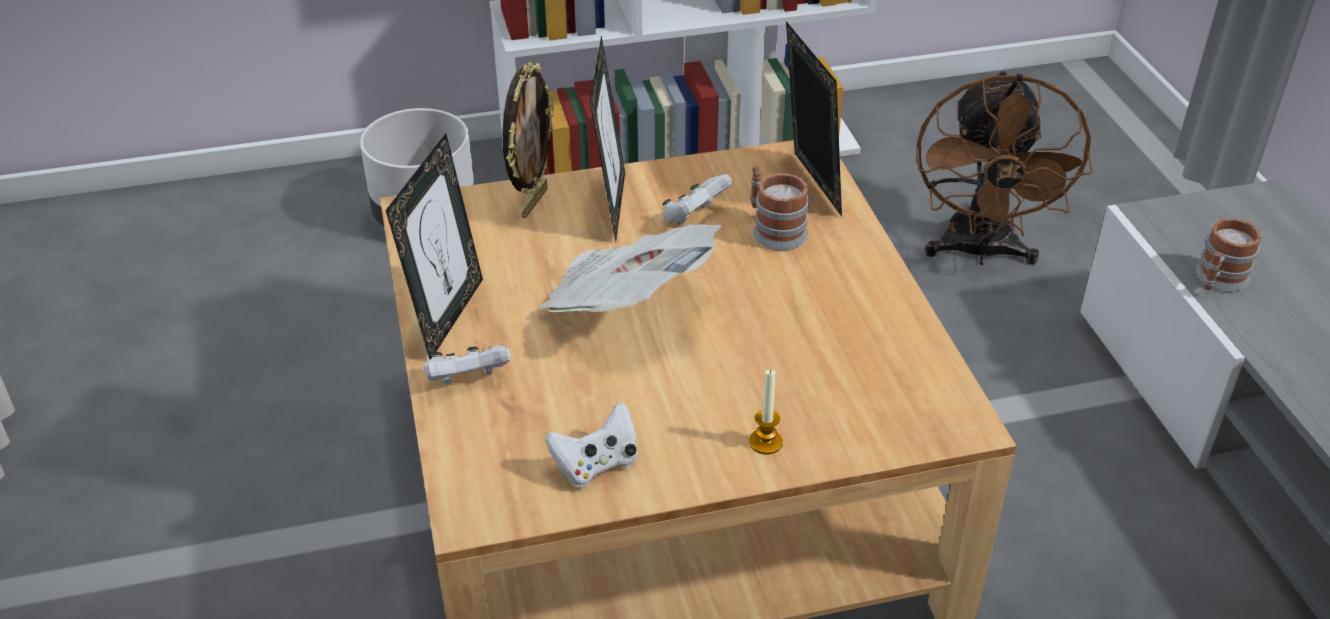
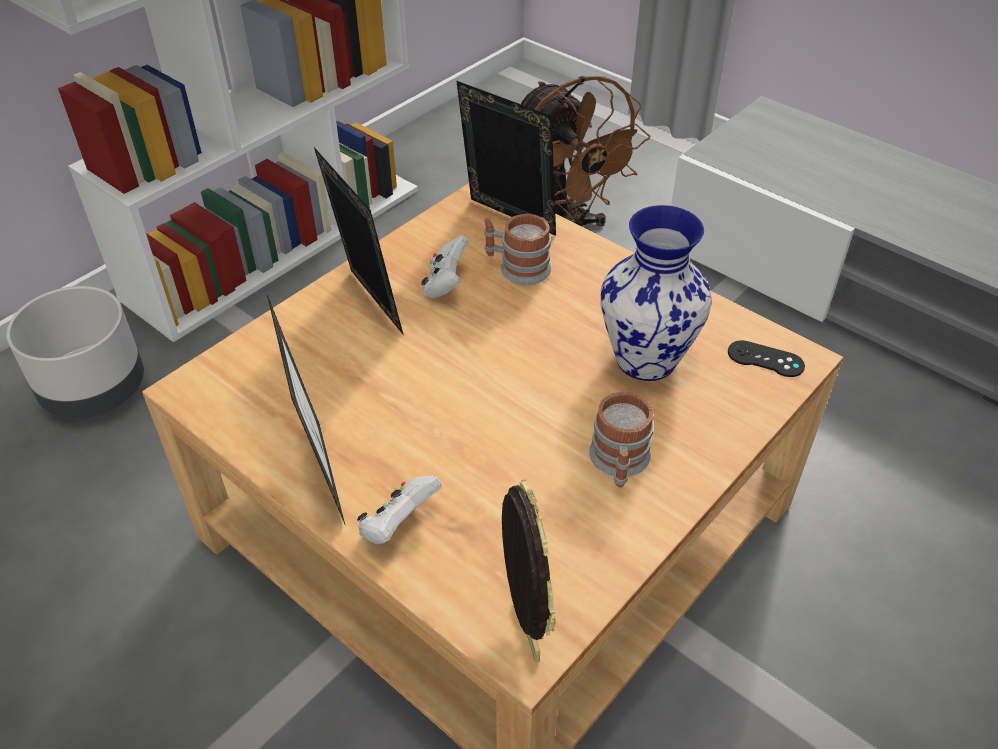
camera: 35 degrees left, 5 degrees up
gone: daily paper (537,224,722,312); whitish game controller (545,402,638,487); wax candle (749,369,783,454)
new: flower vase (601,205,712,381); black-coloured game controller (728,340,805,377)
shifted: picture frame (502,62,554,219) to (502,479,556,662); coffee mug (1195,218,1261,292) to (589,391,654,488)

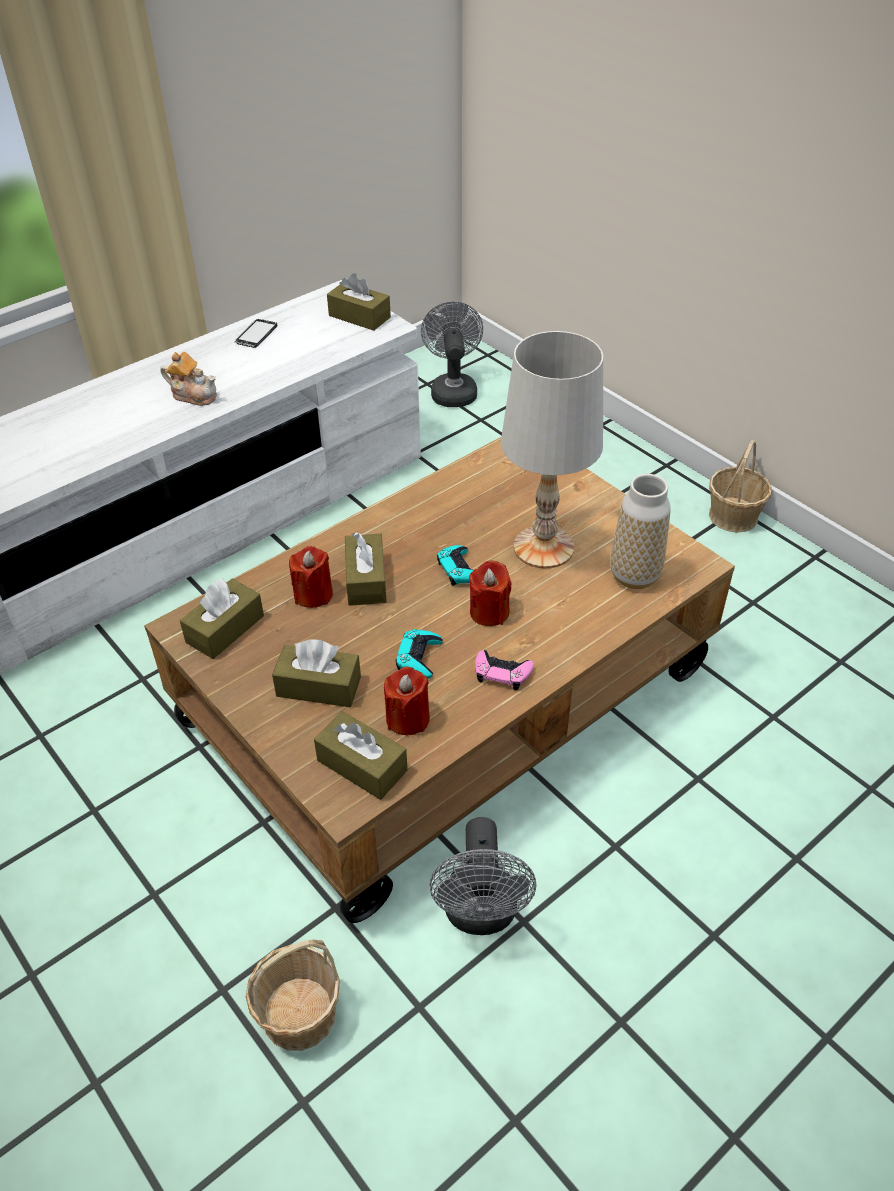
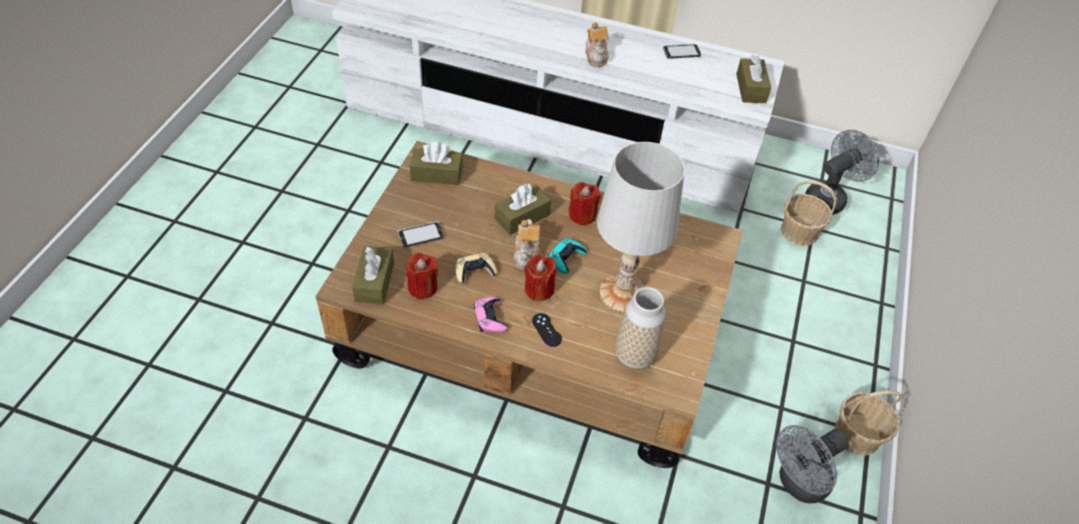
camera: 55 degrees right, 5 degrees up
new: teapot (513,219,542,270); black-coloured game controller (532,313,562,347)
shifted: household basket (246,939,340,1051) to (781,180,837,246); red-coloured wax candle (289,546,333,608) to (568,182,601,225); gray cooling fan (429,817,536,935) to (776,425,849,503)
swapped: brownish box of tissues (272,639,361,707) to handset (398,222,444,247)
repainted: blue-green game controller (396,629,443,679) to sand-coloured game controller (456,253,497,284)

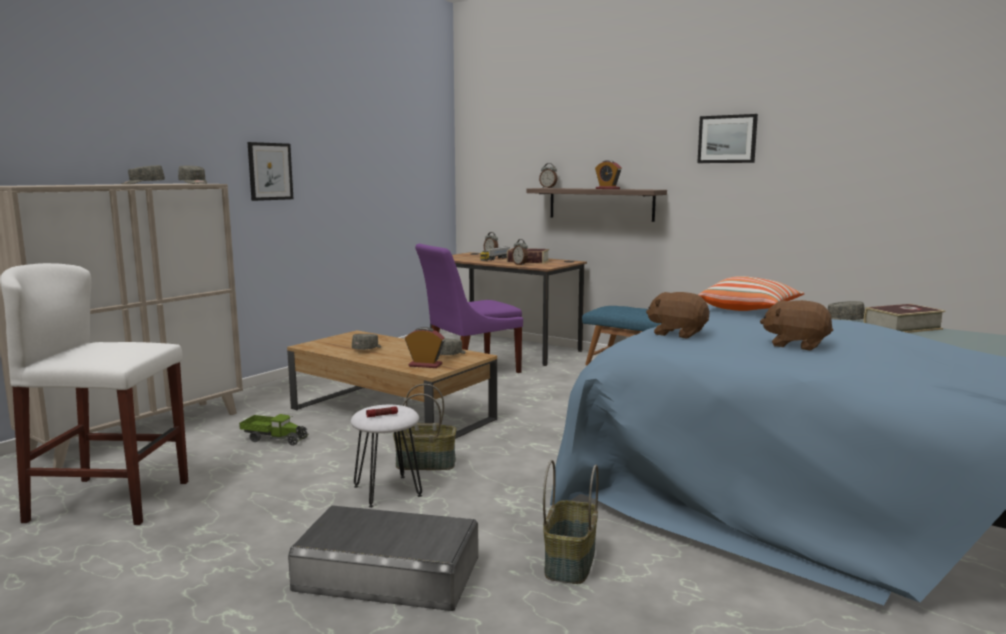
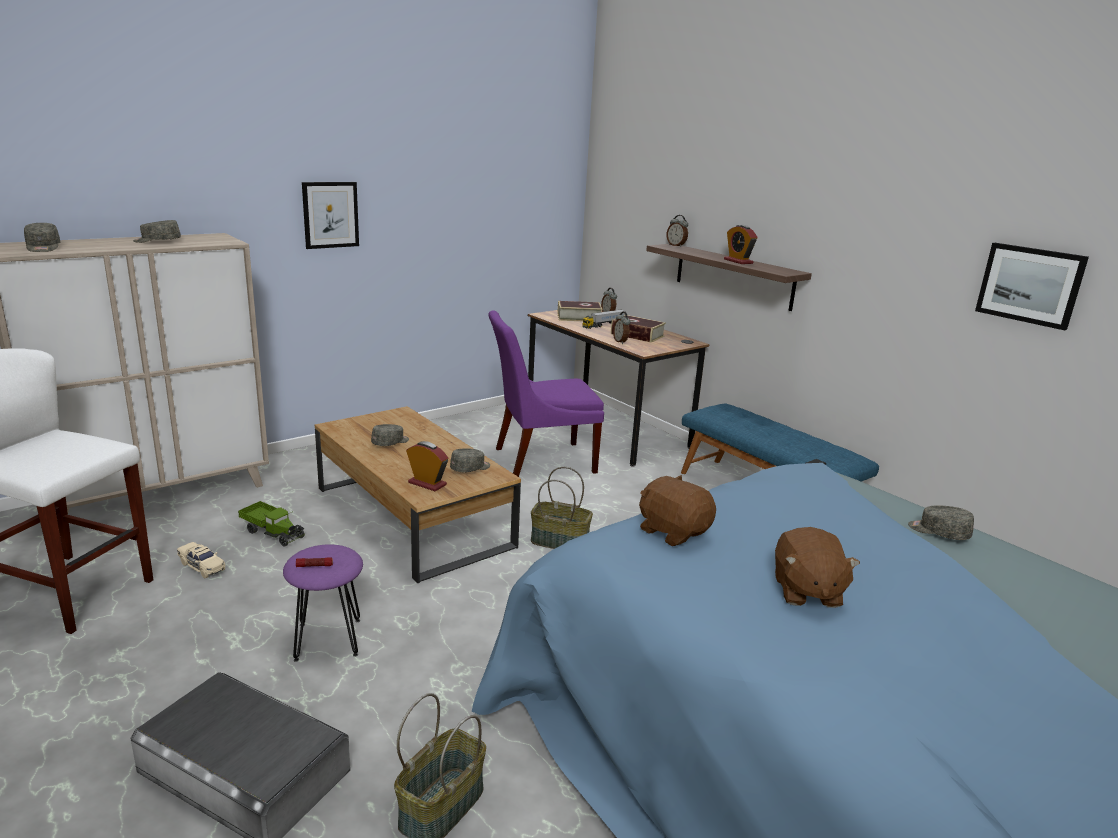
camera: 15 degrees right, 10 degrees up
gone: cushion (698,276,805,311)
new: sand-coloured miniature car (177,542,225,578)
shifted: gray cap (178,166,207,184) to (24,223,60,252); household basket (393,384,456,470) to (531,467,593,549); wall picture (697,114,758,163) to (975,243,1089,330); book (864,304,945,333) to (557,301,602,321)
repainted: whitish stool (351,405,422,508) to purple stool (283,544,363,662)
rotated: brownish cuddly toy (760,300,833,351) = (775,527,860,608) 135 degrees counterclockwise

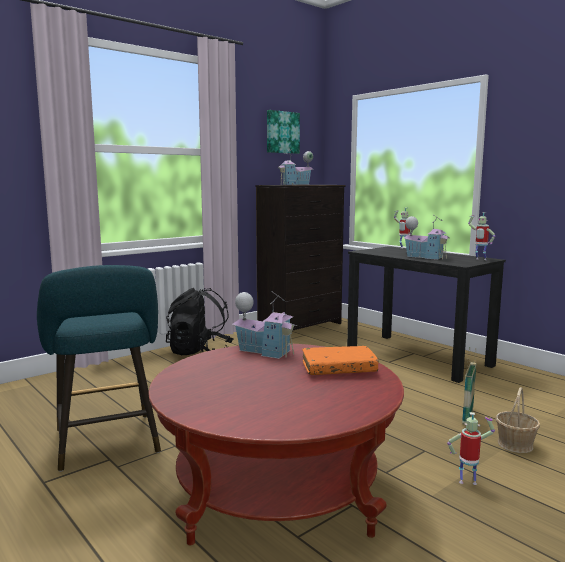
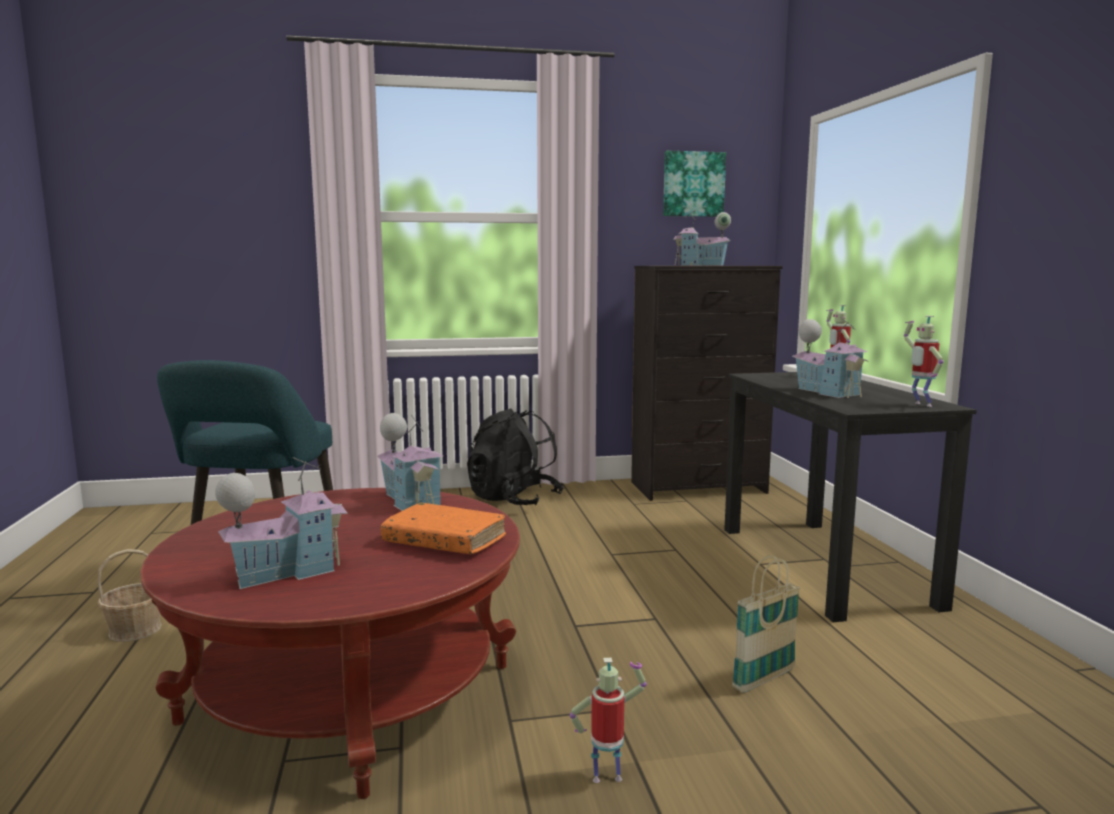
camera: 30 degrees right, 0 degrees up
new: toy house (215,457,347,589)
shifted: household basket (496,387,540,453) to (98,549,162,642)
rotated: toy robot (447,412,495,485) = (570,658,647,783) 45 degrees counterclockwise

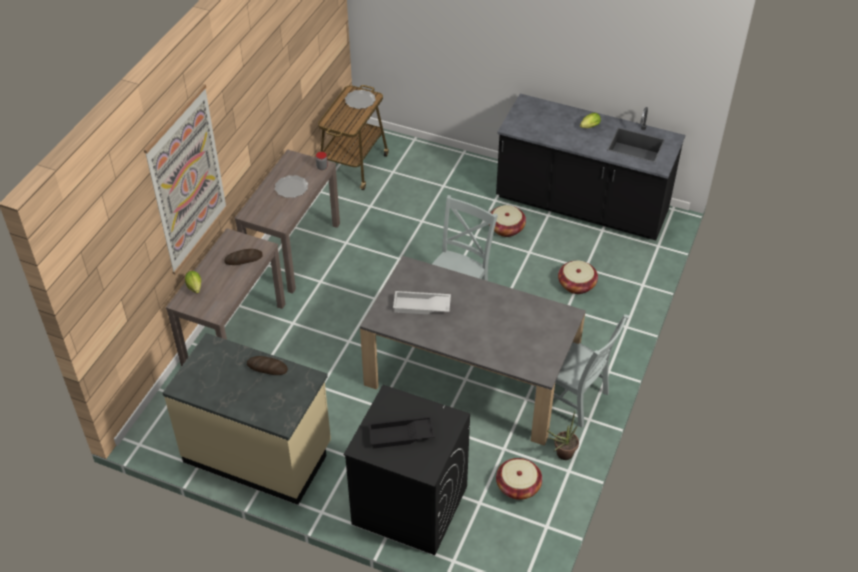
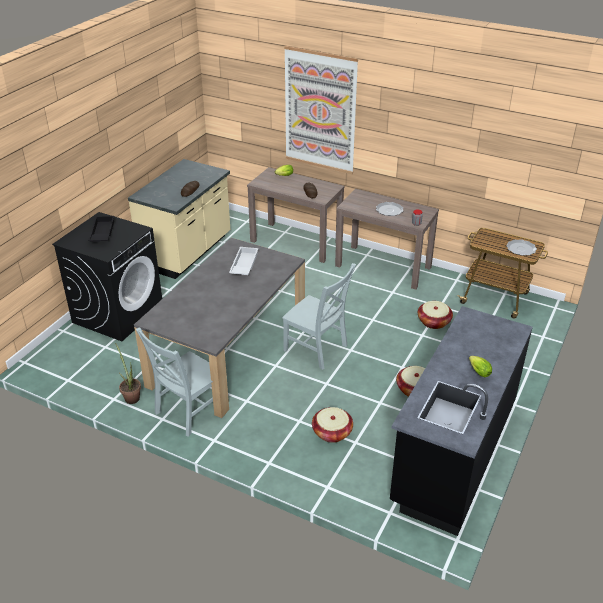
camera: 95 degrees right, 10 degrees down
shifted: household basket (496,458,542,500) to (418,301,453,329)

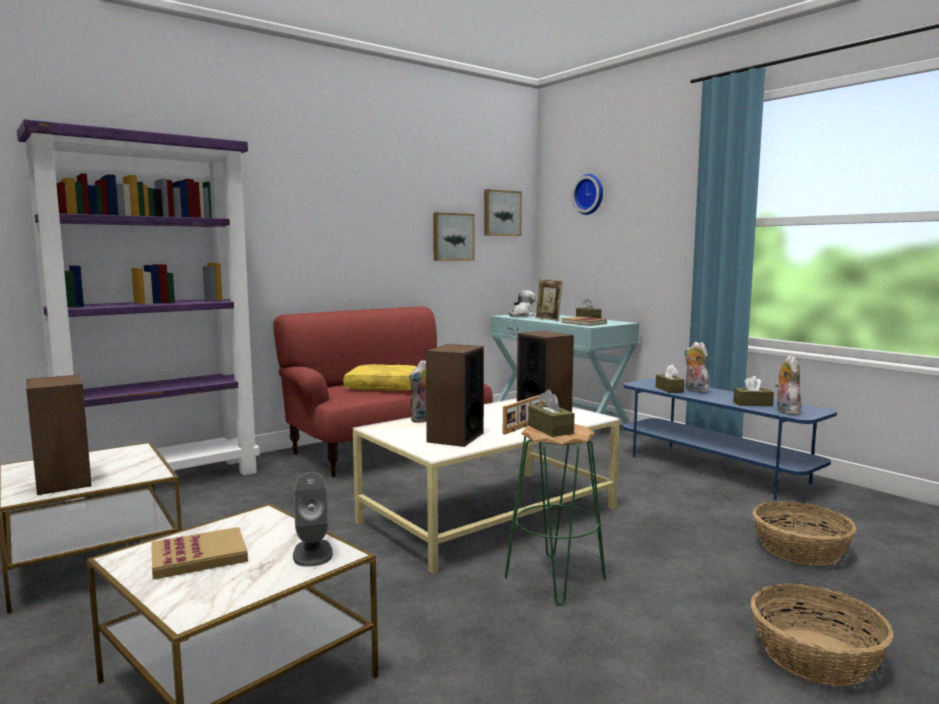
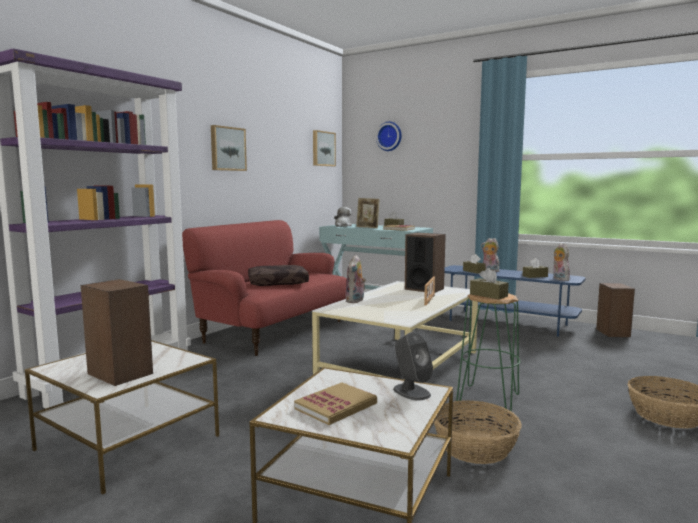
camera: 20 degrees left, 0 degrees up
shifted: audio speaker (426,344,484,447) to (596,283,635,337); wall picture (433,212,475,261) to (211,125,247,171); household basket (753,501,856,566) to (434,400,522,464)
repainted: yellow cushion (343,364,417,391) to brownish cushion (248,265,309,286)

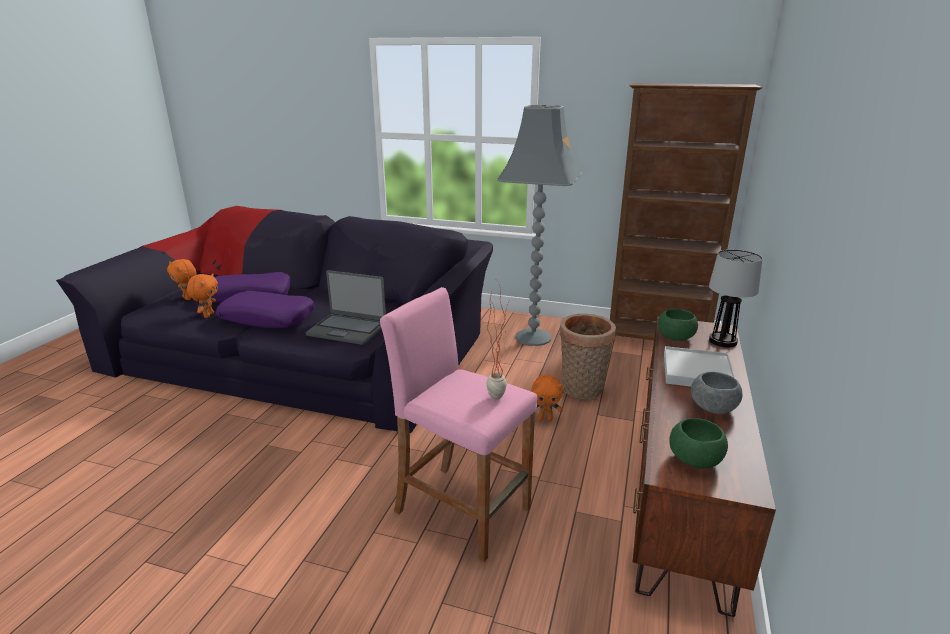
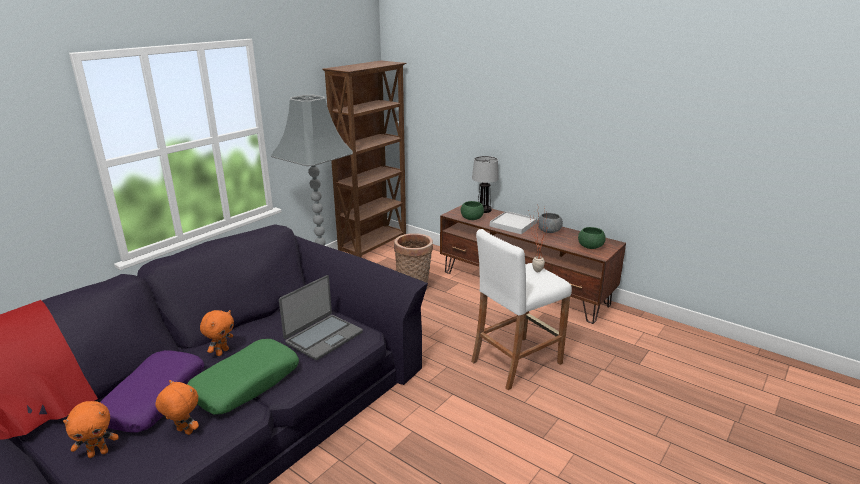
camera: 70 degrees left, 0 degrees up
shifted: orange cuddly toy (532,375,563,421) to (200,310,234,356)
repainted: purple cushion (216,291,315,328) to green-coloured cushion (187,339,299,415); pink-coloured stool (380,287,537,562) to whitish stool (471,229,572,390)

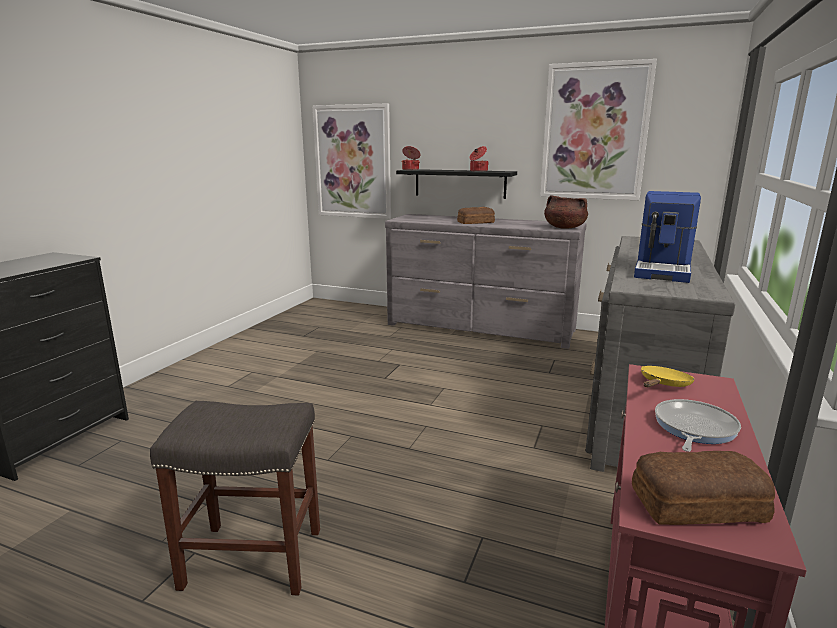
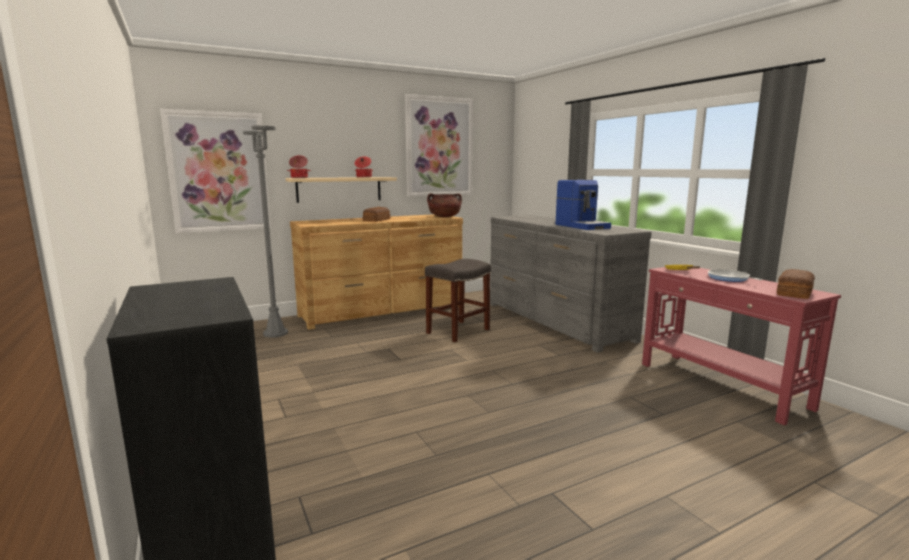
camera: 50 degrees left, 5 degrees down
new: gray floor lamp (243,126,288,338)
shifted: gray stool (150,401,320,595) to (425,259,491,342)
repainted: gray dresser (385,214,587,349) to brownish dresser (290,214,463,330); black-coloured bracket shelf (396,169,517,199) to sand-coloured bracket shelf (286,177,397,203)

